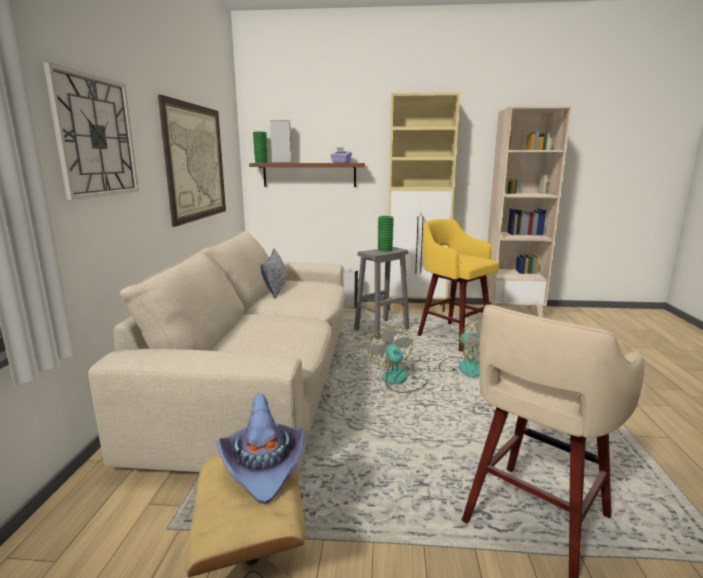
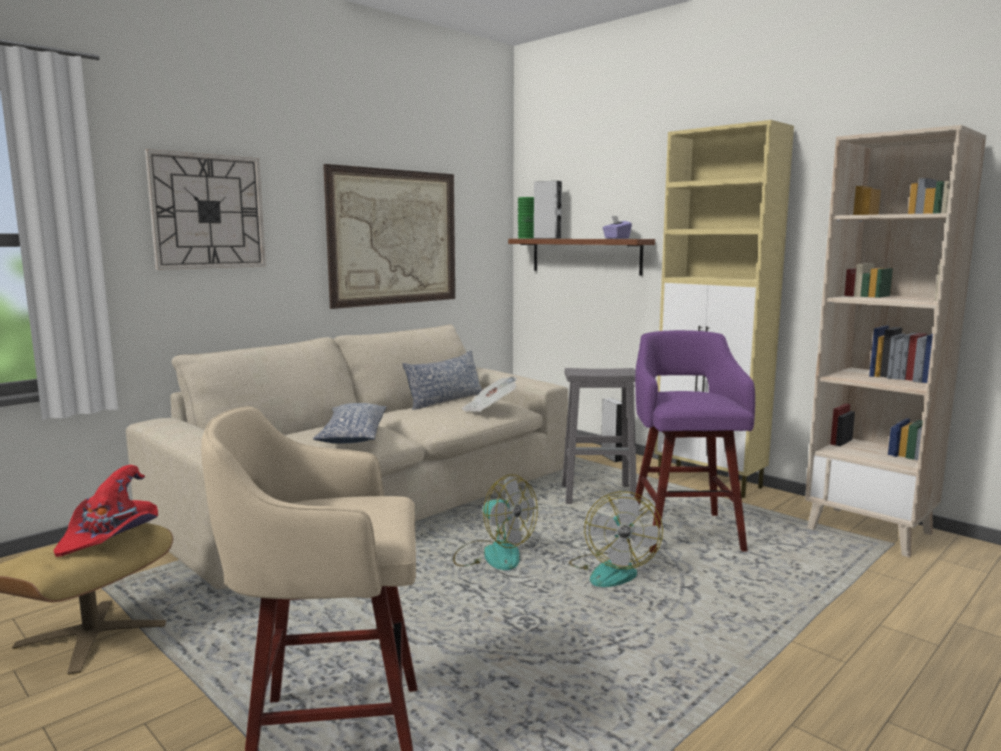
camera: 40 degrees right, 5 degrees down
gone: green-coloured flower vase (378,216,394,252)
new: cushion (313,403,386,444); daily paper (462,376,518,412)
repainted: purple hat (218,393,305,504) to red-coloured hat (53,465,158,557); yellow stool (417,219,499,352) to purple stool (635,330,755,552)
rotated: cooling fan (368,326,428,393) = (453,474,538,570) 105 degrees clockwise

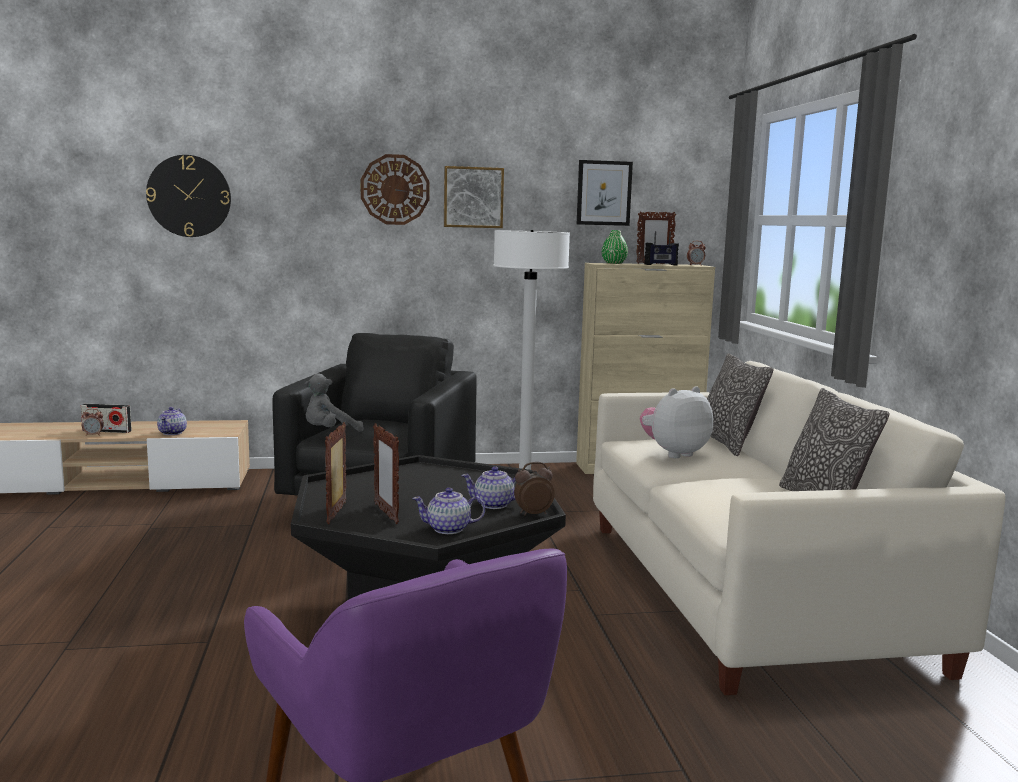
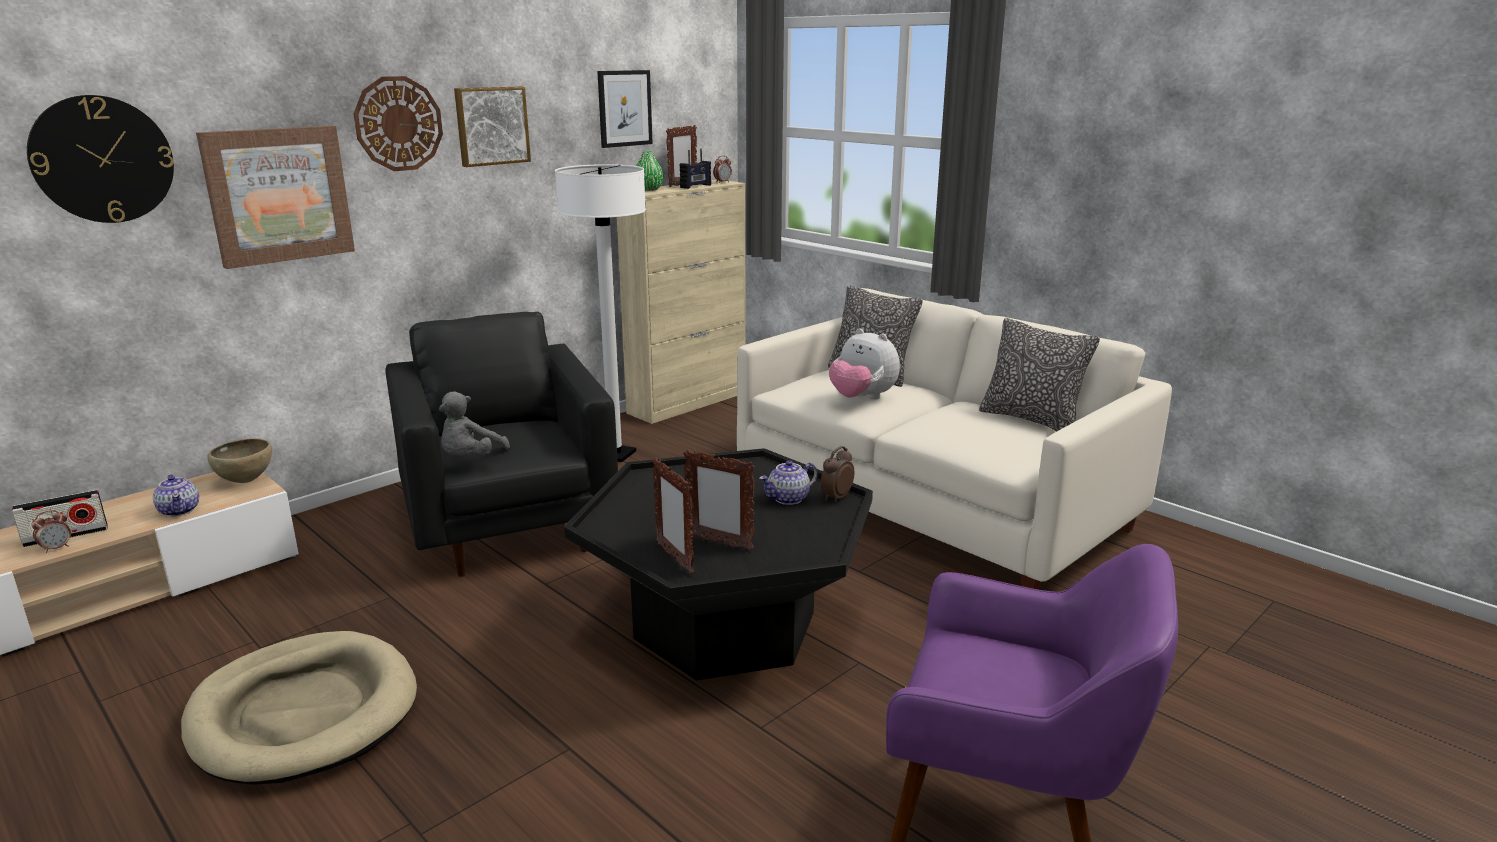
camera: 35 degrees left, 10 degrees up
gone: teapot (412,488,485,534)
new: sand-coloured dog bed (181,631,417,785); wall picture (196,126,355,269); brownish serving bowl (207,438,272,483)
rotated: cuddly toy (640,386,713,458) = (829,328,900,399) 75 degrees counterclockwise

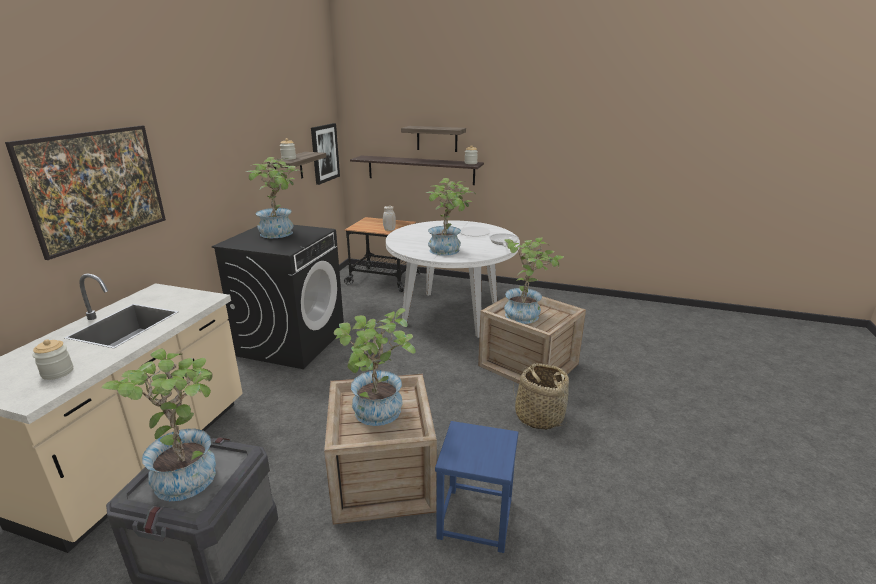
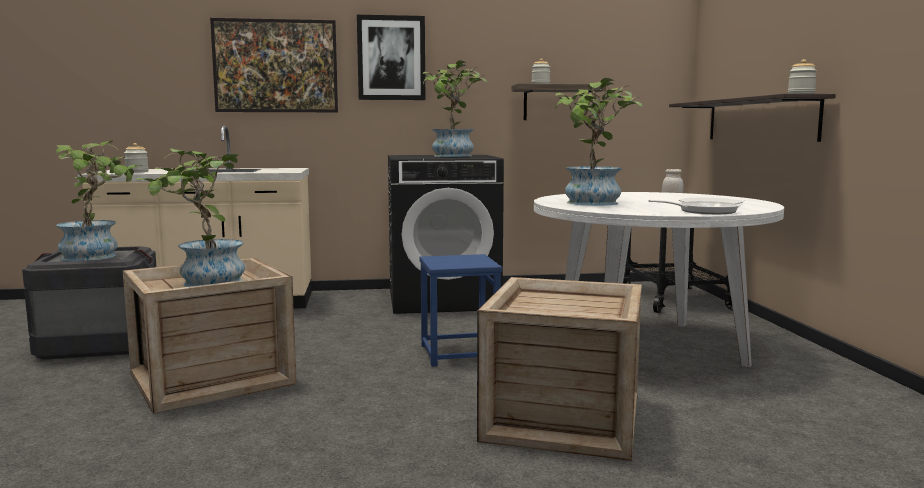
camera: 65 degrees right, 15 degrees down
gone: bracket shelf (401,126,466,152); plant in a pot (504,237,564,324); household basket (513,363,569,430)
shifted: wall picture (311,123,340,185) to (357,15,425,100); bluish stool (435,421,518,553) to (419,254,502,367)

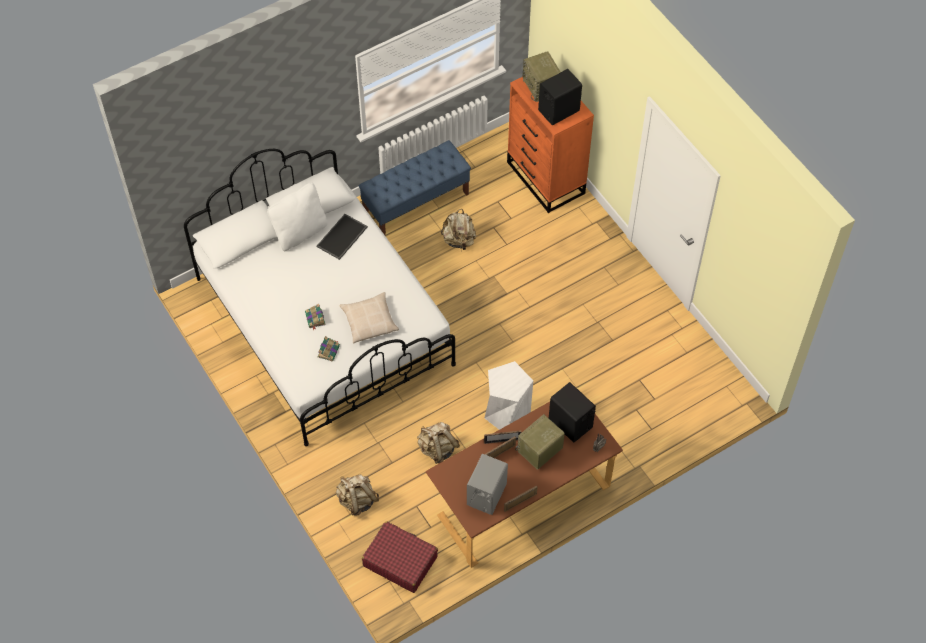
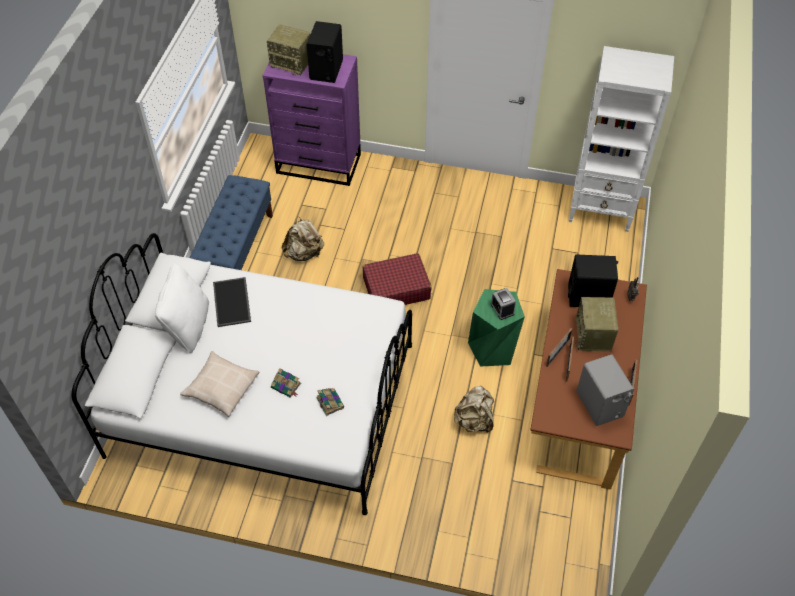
camera: 45 degrees left, 5 degrees down
gone: sand-coloured knapsack (336,474,379,516)
new: alarm clock (491,288,516,320); whitish bookshelf (569,46,674,232)
shifted: sand-coloured cushion (340,292,399,344) to (180,351,260,417); red-coloured travel case (362,521,438,593) to (363,253,431,305)
repainted: whitish stool (485,361,533,430) to green-coloured stool (468,289,525,367); orange dresser (507,77,594,213) to purple dresser (263,54,361,186)

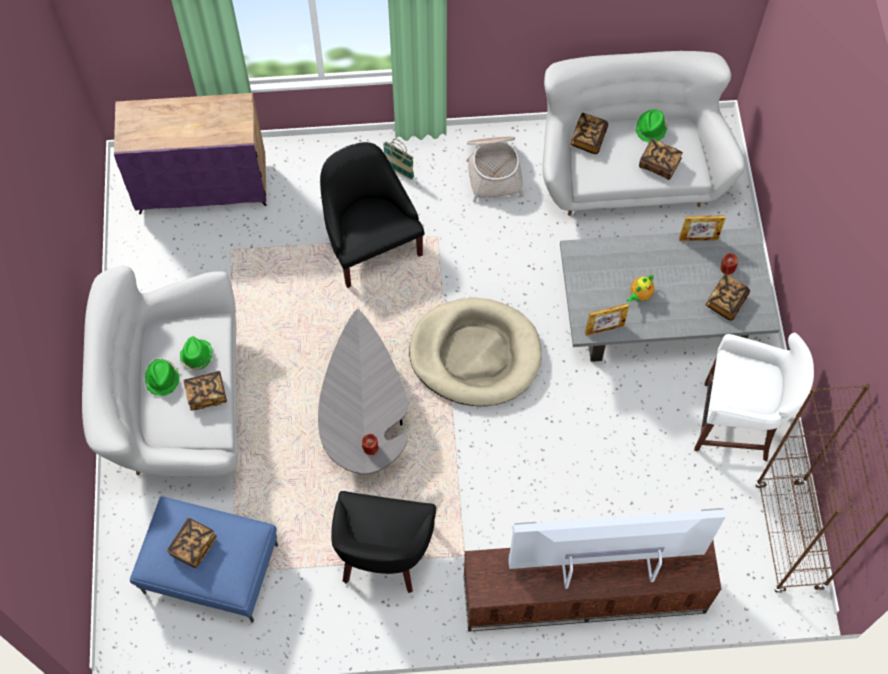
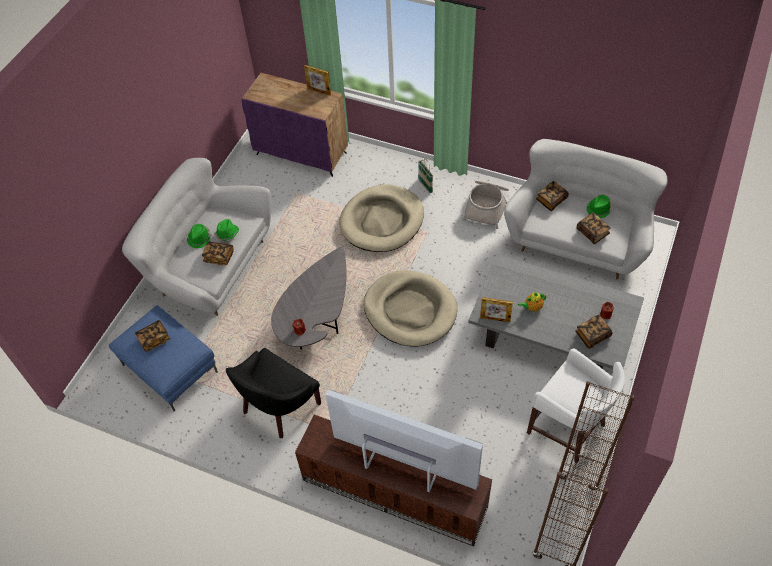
camera: 30 degrees right, 10 degrees down
shifted: picture frame (679,215,726,241) to (304,65,331,95)
swapped: black-coloured lounge chair (320,142,424,288) to sand-coloured dog bed (339,184,424,252)

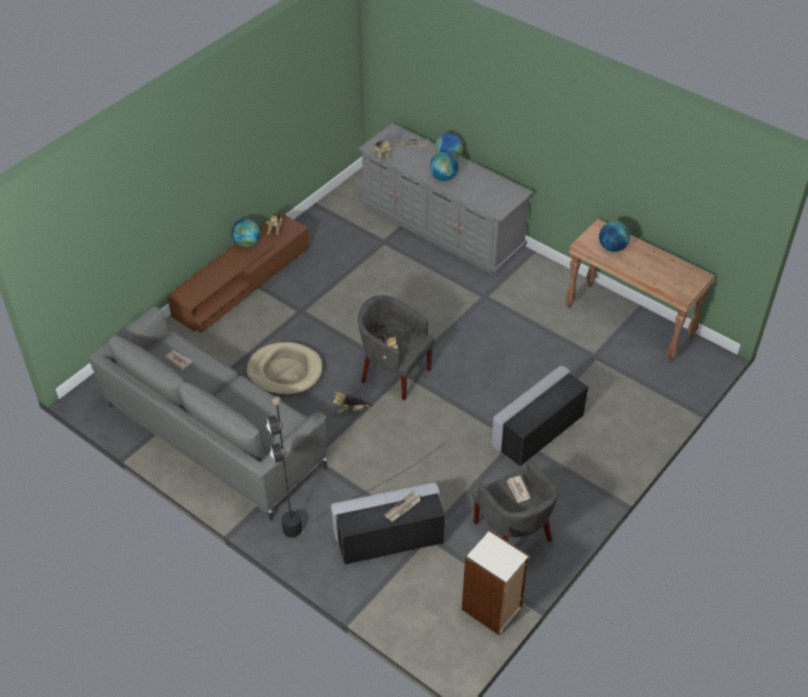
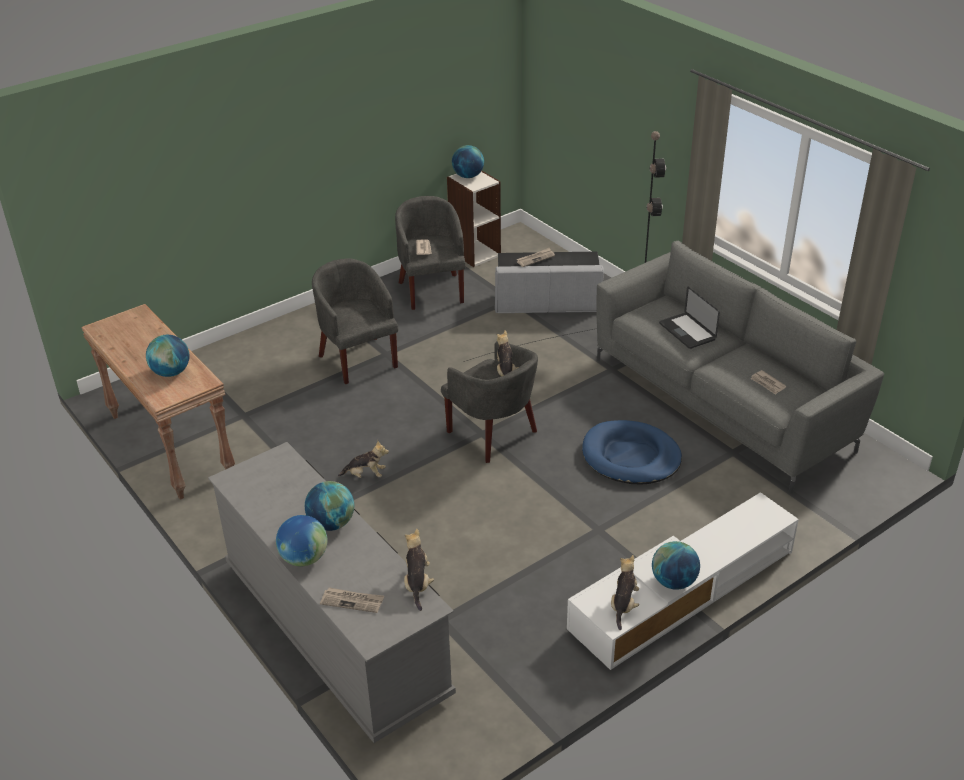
camera: 165 degrees left, 10 degrees down
new: world globe (452,145,484,178); laptop (659,286,720,349)
shifted: cuddly toy (333,392,373,413) to (338,441,389,478)
swapped: gray ottoman (492,366,589,466) to gray lounge chair (312,258,399,384)
repainted: brownish tv stand (167,212,310,333) to whitish tv stand (567,492,799,670); sand-coloured dog bed (246,342,322,396) to bluish dog bed (582,420,682,485)

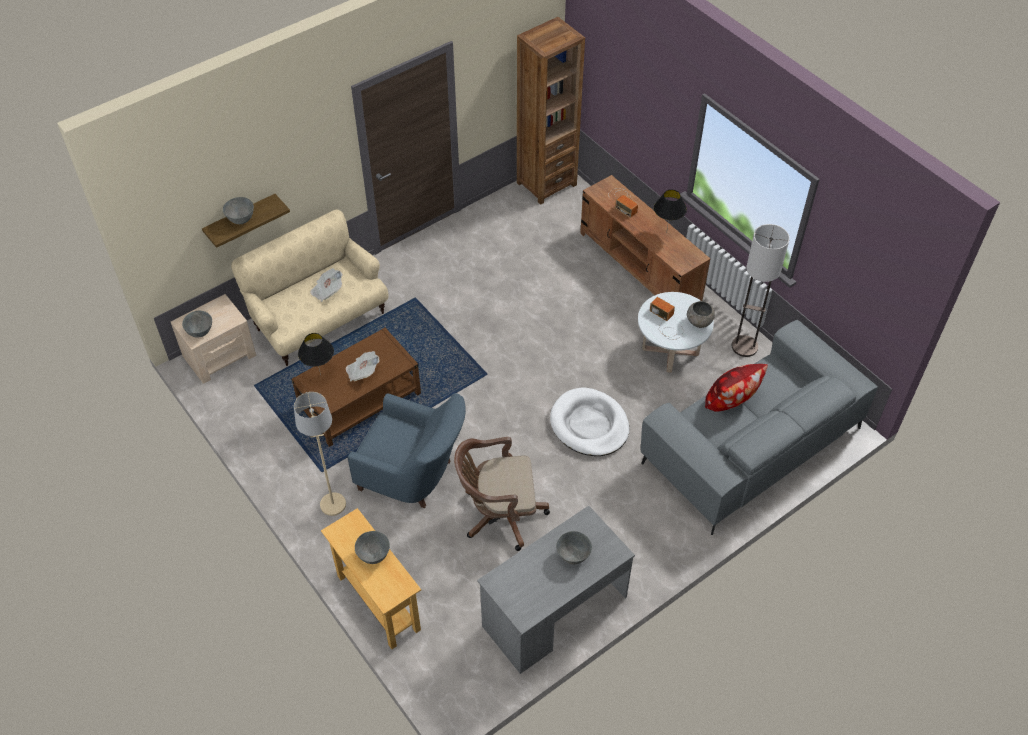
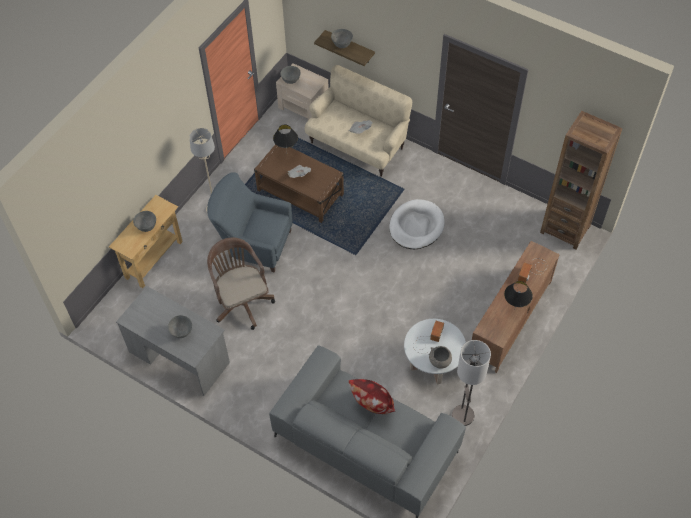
camera: 70 degrees right, 5 degrees up
shifted: whitish dog bed (550,387,630,456) to (390,199,445,249)
rotated: bluish lounge chair (348,393,466,508) = (207,172,293,273) 105 degrees clockwise

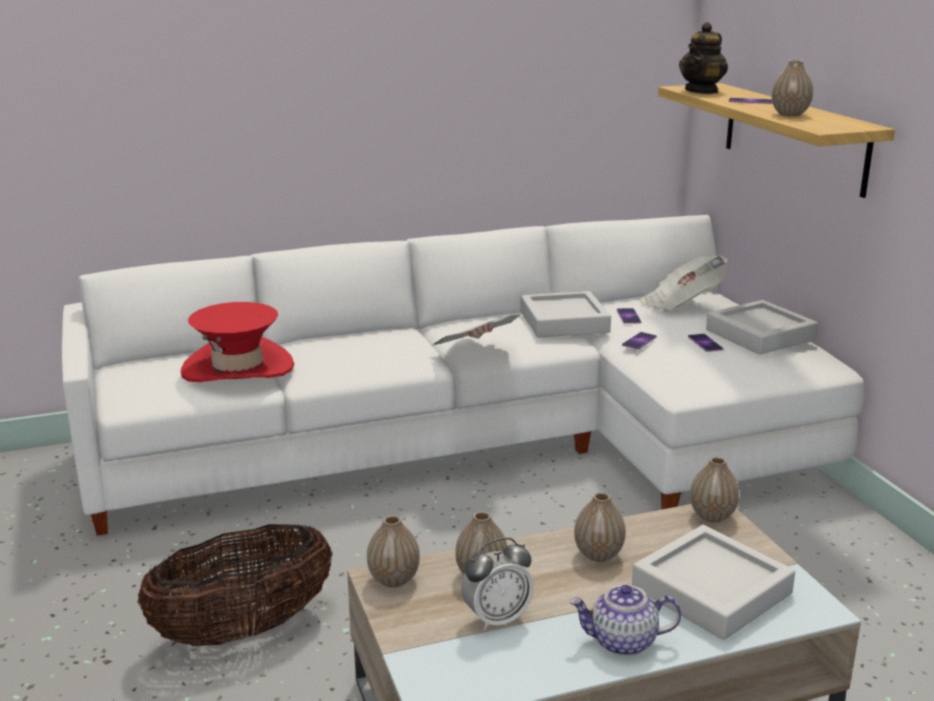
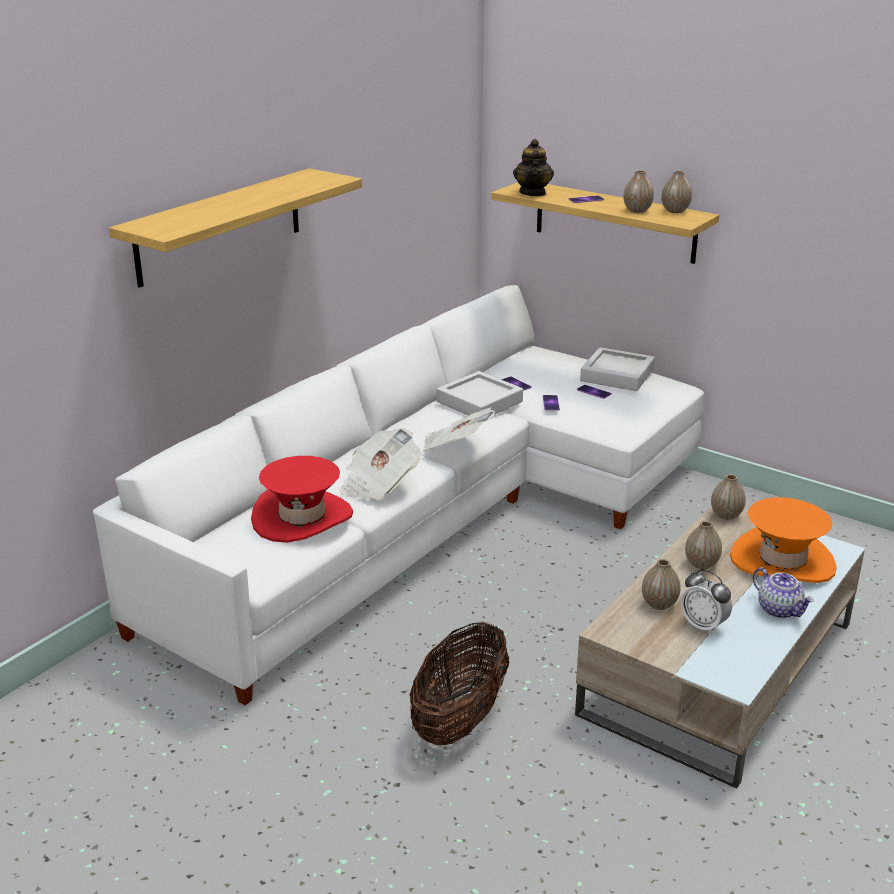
camera: 35 degrees left, 5 degrees up
new: bracket shelf (109,168,362,288)
shifted: flower vase (367,515,420,588) to (661,170,692,213); daily paper (640,255,728,311) to (340,428,421,500)
swapped: gray carrying tray (632,525,795,640) to orange hat (730,497,837,583)
rotated: alarm clock (461,538,534,631) = (681,569,732,635) 105 degrees clockwise; teapot (569,585,681,656) = (752,567,814,618) 90 degrees counterclockwise

